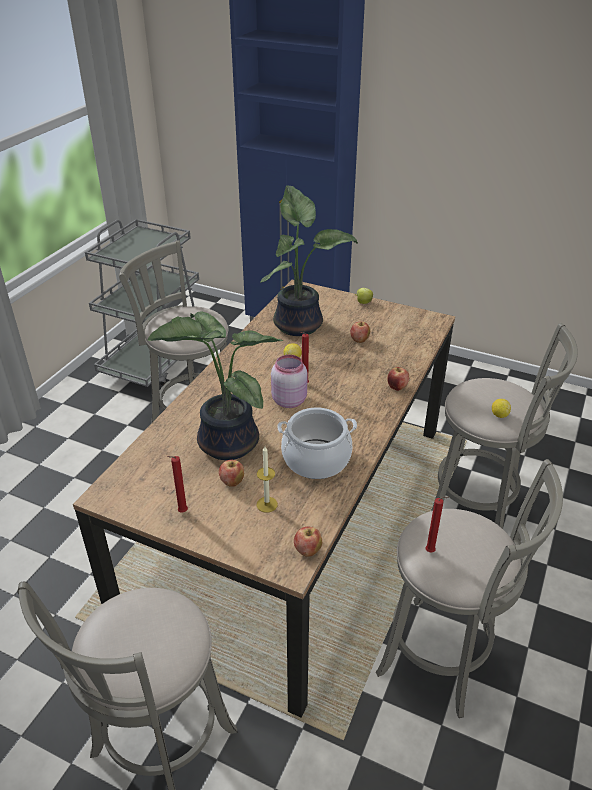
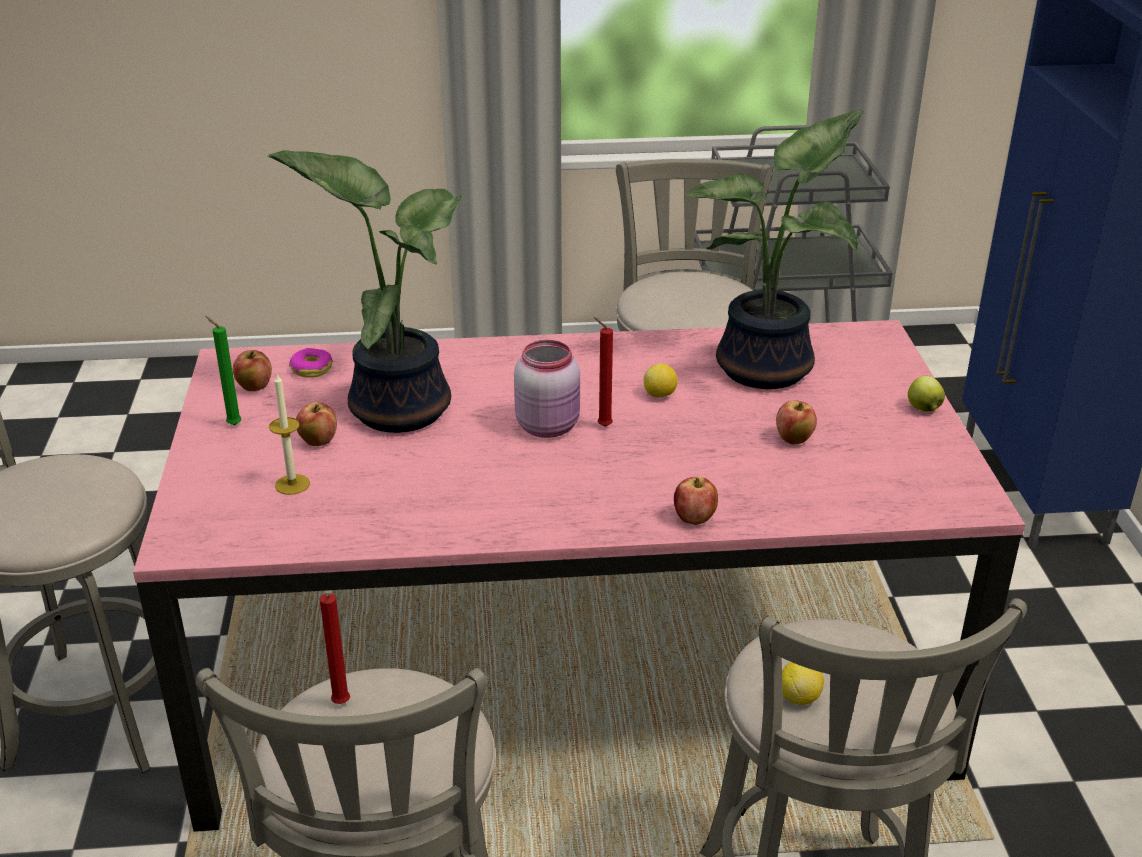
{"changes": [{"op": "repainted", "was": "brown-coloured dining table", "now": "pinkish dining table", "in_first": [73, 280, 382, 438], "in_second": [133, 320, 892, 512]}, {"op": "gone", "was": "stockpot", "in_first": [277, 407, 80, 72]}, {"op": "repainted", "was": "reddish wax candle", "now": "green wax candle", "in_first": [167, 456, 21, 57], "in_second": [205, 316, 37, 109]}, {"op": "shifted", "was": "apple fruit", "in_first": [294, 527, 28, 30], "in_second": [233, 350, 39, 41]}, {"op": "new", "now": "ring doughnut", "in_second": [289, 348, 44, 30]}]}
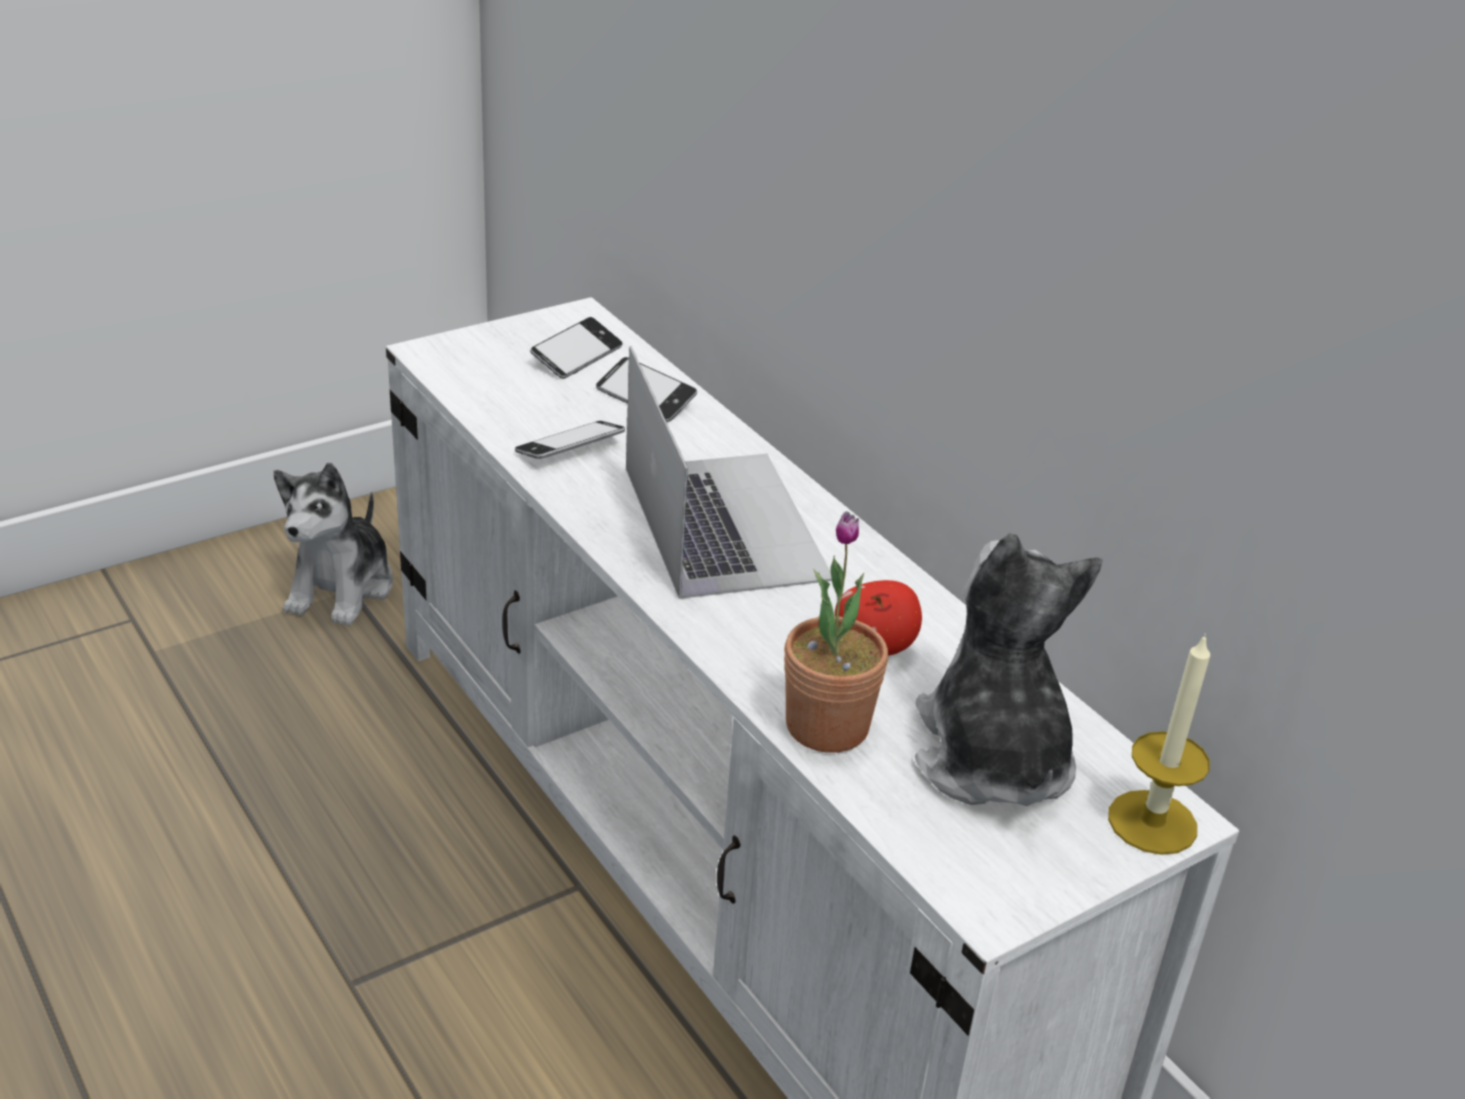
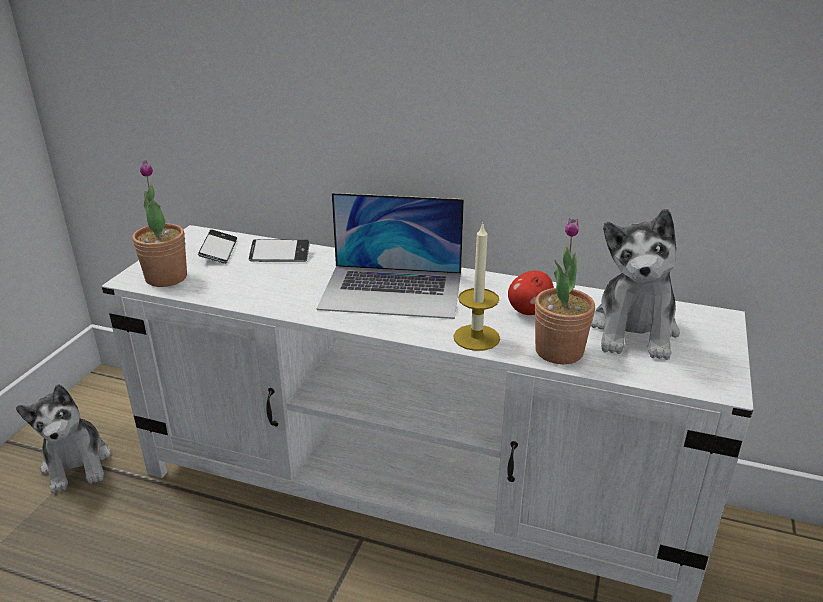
{"changes": [{"op": "rotated", "was": "portable computer", "in_first": [626, 346, 206, 253], "in_second": [317, 193, 147, 126], "clockwise": 150}, {"op": "gone", "was": "phone", "in_first": [515, 421, 110, 38]}, {"op": "rotated", "was": "plush toy", "in_first": [915, 533, 188, 273], "in_second": [591, 209, 89, 151], "clockwise": -120}, {"op": "shifted", "was": "wax candle", "in_first": [1108, 633, 102, 222], "in_second": [453, 222, 47, 129]}, {"op": "new", "now": "houseplant", "in_second": [132, 160, 55, 127]}]}
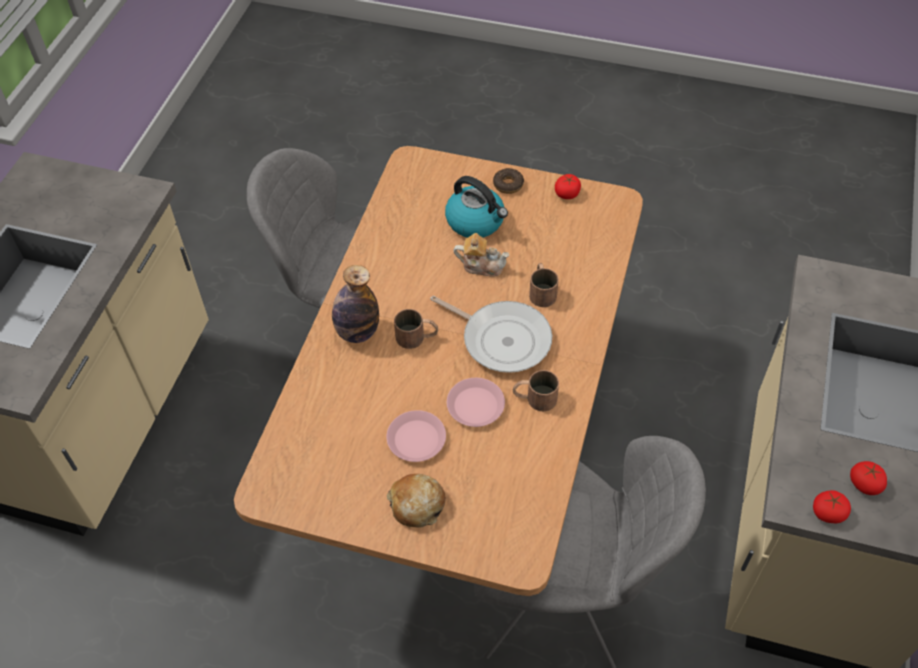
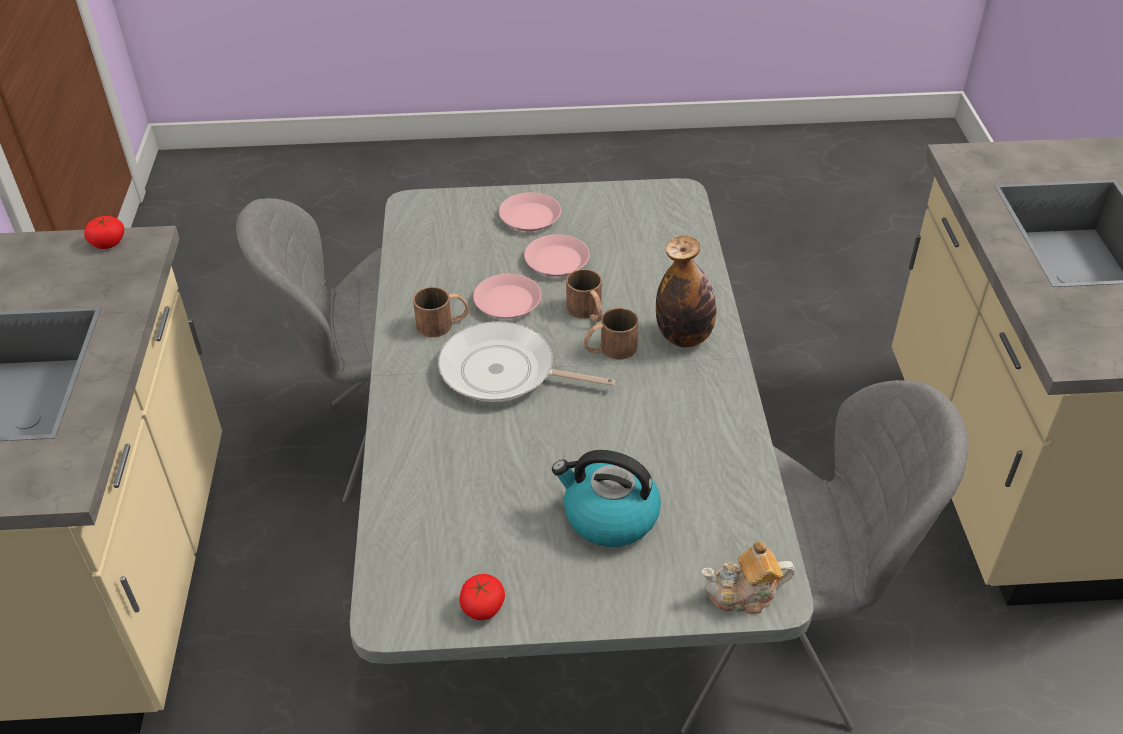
{"changes": [{"op": "repainted", "was": "brown-coloured dining table", "now": "greyish dining table", "in_first": [234, 146, 409, 450], "in_second": [350, 178, 463, 486]}, {"op": "gone", "was": "ring doughnut", "in_first": [493, 168, 31, 26]}, {"op": "shifted", "was": "teapot", "in_first": [454, 233, 55, 44], "in_second": [701, 541, 93, 73]}, {"op": "shifted", "was": "brown-coloured tea mug", "in_first": [529, 263, 30, 44], "in_second": [566, 269, 37, 53]}, {"op": "gone", "was": "fresh tomato", "in_first": [850, 461, 37, 34]}, {"op": "swapped", "was": "baked bread", "now": "pinkish dinner plate", "in_first": [387, 474, 59, 54], "in_second": [499, 192, 62, 39]}]}
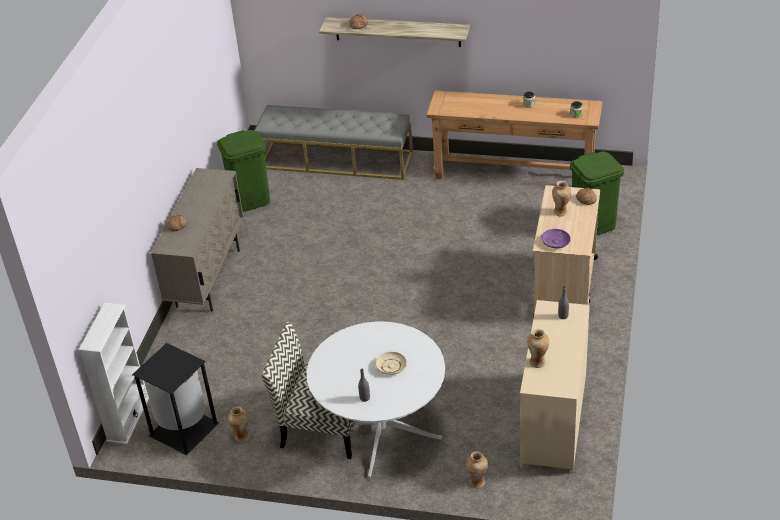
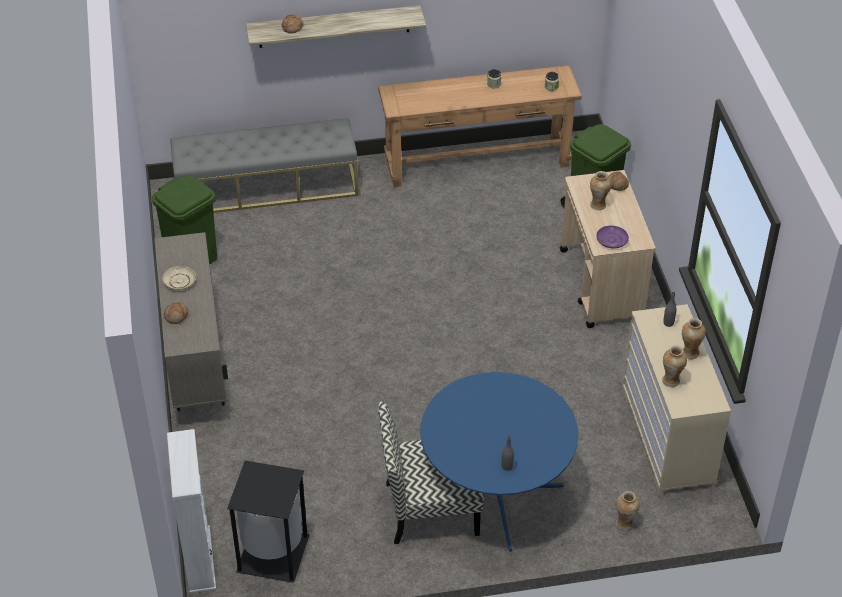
{"changes": [{"op": "repainted", "was": "white dining table", "now": "blue-coloured dining table", "in_first": [306, 321, 139, 158], "in_second": [420, 372, 158, 180]}, {"op": "shifted", "was": "beige dinner plate", "in_first": [375, 352, 32, 23], "in_second": [163, 266, 33, 24]}, {"op": "shifted", "was": "vase", "in_first": [228, 406, 22, 36], "in_second": [682, 318, 24, 41]}]}
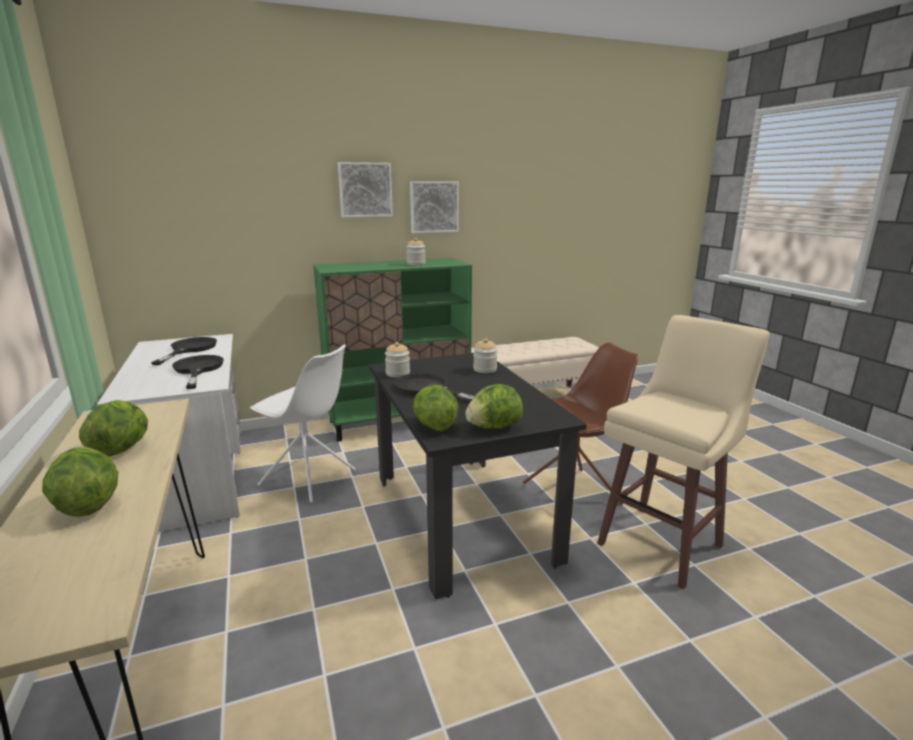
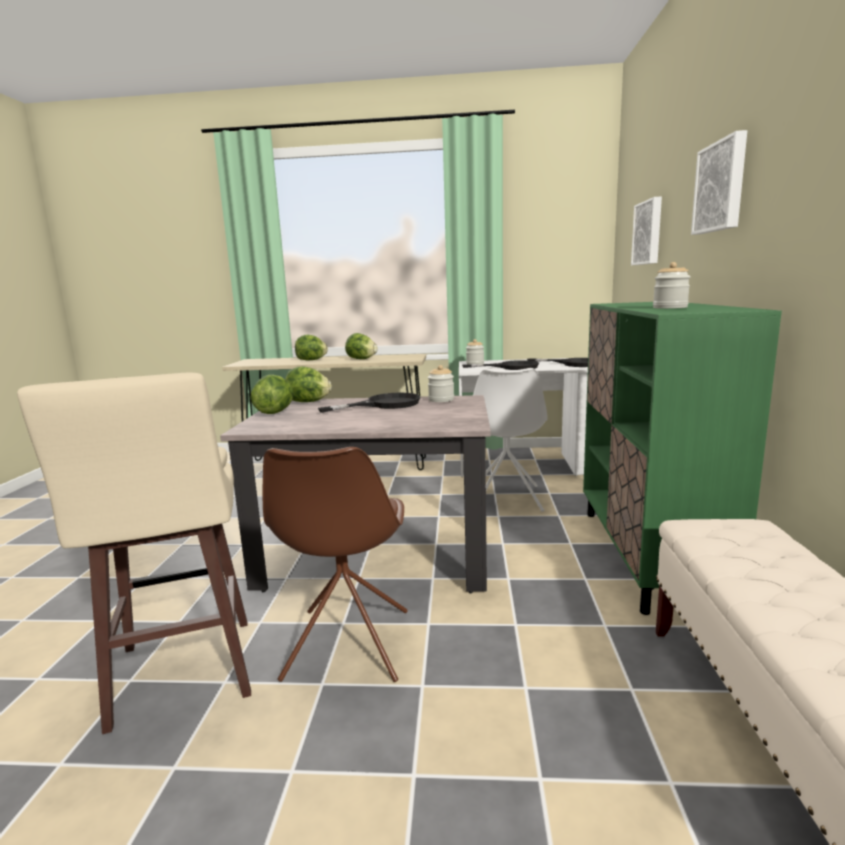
{"changes": [{"op": "shifted", "was": "picture", "in_first": [410, 182, 49, 51], "in_second": [631, 197, 31, 68]}, {"op": "shifted", "was": "storage jar", "in_first": [473, 338, 25, 35], "in_second": [466, 339, 18, 25]}, {"op": "rotated", "was": "white chair", "in_first": [250, 344, 106, 159], "in_second": [473, 368, 74, 144], "clockwise": -45}, {"op": "repainted", "was": "black-coloured dining table", "now": "beige dining table", "in_first": [369, 353, 218, 246], "in_second": [220, 395, 271, 198]}]}
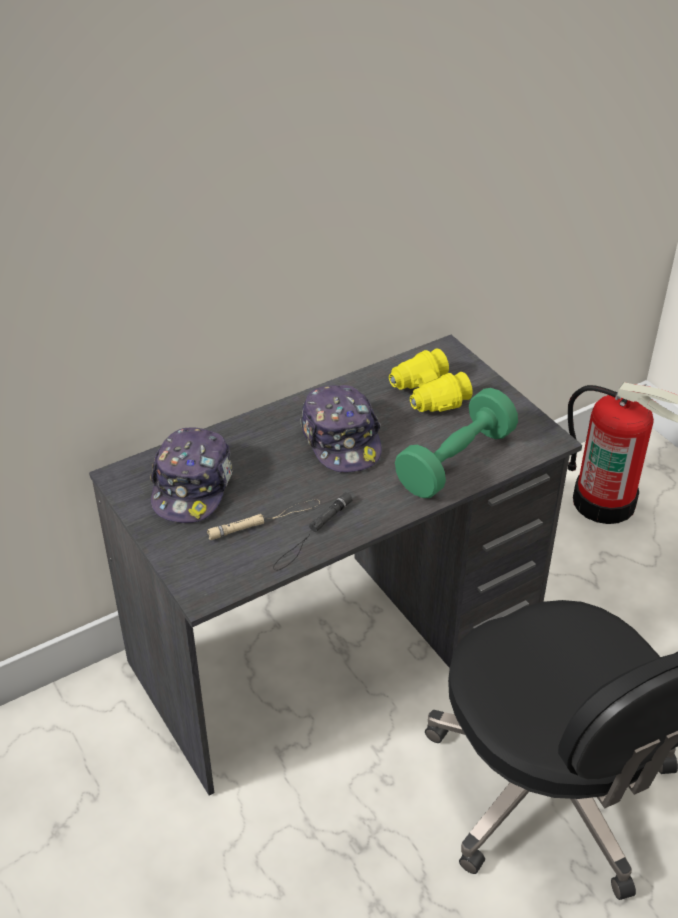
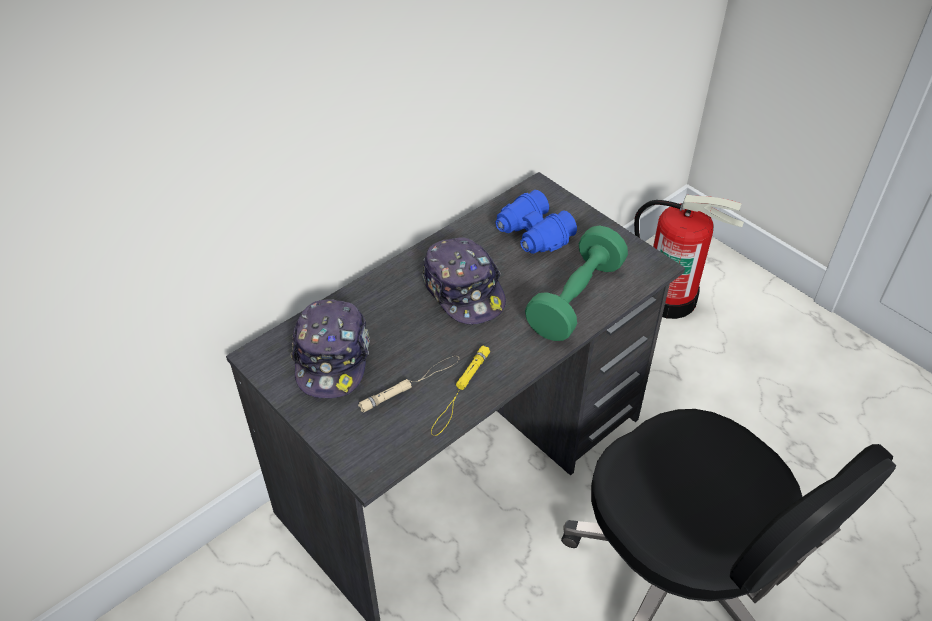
{"changes": [{"op": "repainted", "was": "yellow-coloured pair of binoculars", "now": "blue-coloured pair of binoculars", "in_first": [389, 348, 84, 64], "in_second": [495, 190, 82, 64]}, {"op": "repainted", "was": "black-coloured torch", "now": "yellow-coloured torch", "in_first": [273, 492, 79, 79], "in_second": [431, 345, 59, 91]}]}
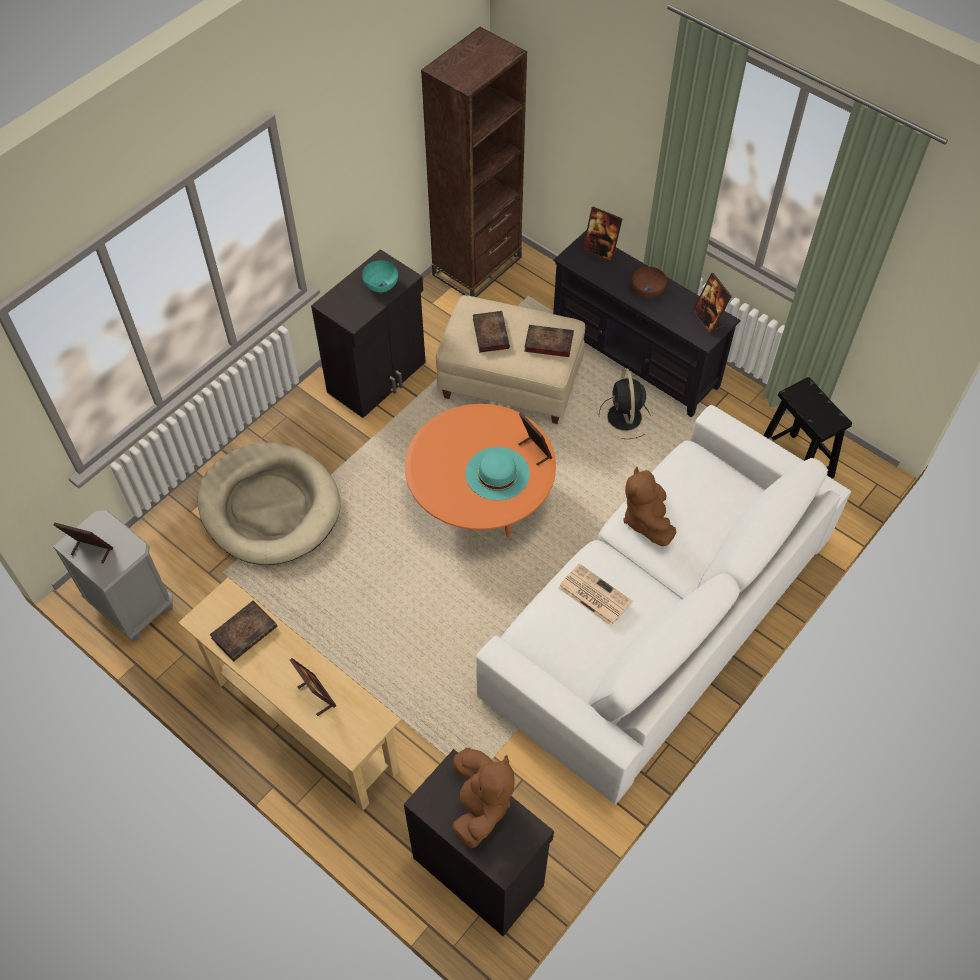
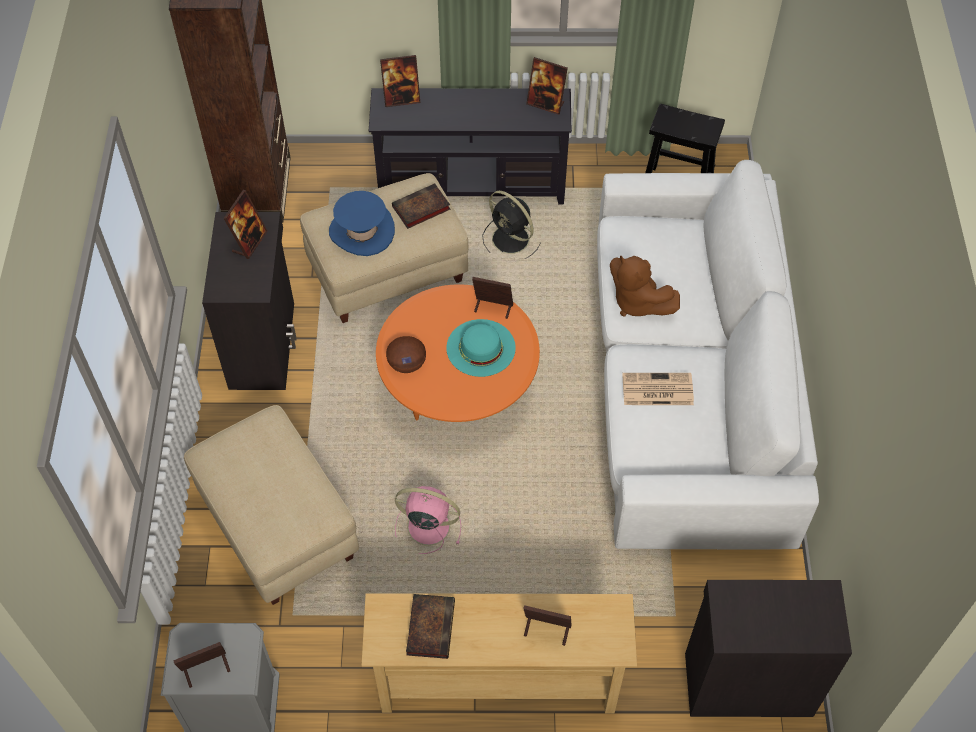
{"changes": [{"op": "swapped", "was": "turquoise-coloured deep dish", "now": "picture frame", "in_first": [362, 260, 36, 32], "in_second": [223, 190, 44, 69]}, {"op": "shifted", "was": "brown-coloured deep dish", "in_first": [632, 266, 35, 32], "in_second": [386, 336, 40, 37]}, {"op": "swapped", "was": "volume", "now": "blue-coloured clothing hat", "in_first": [473, 311, 37, 42], "in_second": [329, 191, 66, 65]}, {"op": "swapped", "was": "beige pet bed", "now": "beige ottoman", "in_first": [198, 442, 142, 123], "in_second": [184, 405, 175, 200]}, {"op": "gone", "was": "brown-coloured plush toy", "in_first": [452, 748, 63, 101]}, {"op": "new", "now": "pinkish cooling fan", "in_second": [395, 486, 66, 68]}]}
